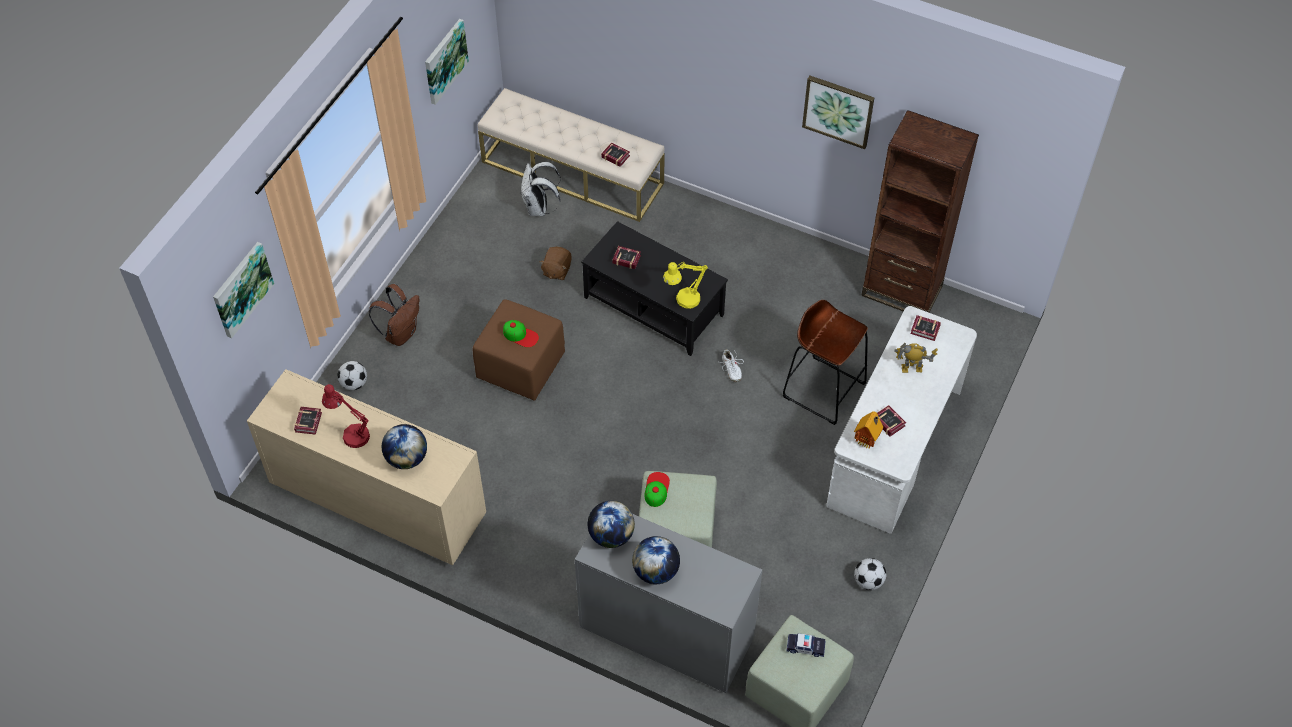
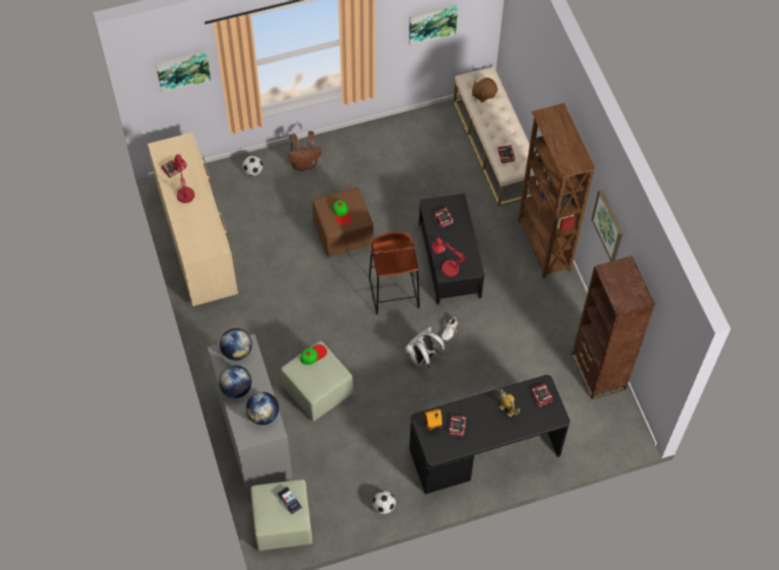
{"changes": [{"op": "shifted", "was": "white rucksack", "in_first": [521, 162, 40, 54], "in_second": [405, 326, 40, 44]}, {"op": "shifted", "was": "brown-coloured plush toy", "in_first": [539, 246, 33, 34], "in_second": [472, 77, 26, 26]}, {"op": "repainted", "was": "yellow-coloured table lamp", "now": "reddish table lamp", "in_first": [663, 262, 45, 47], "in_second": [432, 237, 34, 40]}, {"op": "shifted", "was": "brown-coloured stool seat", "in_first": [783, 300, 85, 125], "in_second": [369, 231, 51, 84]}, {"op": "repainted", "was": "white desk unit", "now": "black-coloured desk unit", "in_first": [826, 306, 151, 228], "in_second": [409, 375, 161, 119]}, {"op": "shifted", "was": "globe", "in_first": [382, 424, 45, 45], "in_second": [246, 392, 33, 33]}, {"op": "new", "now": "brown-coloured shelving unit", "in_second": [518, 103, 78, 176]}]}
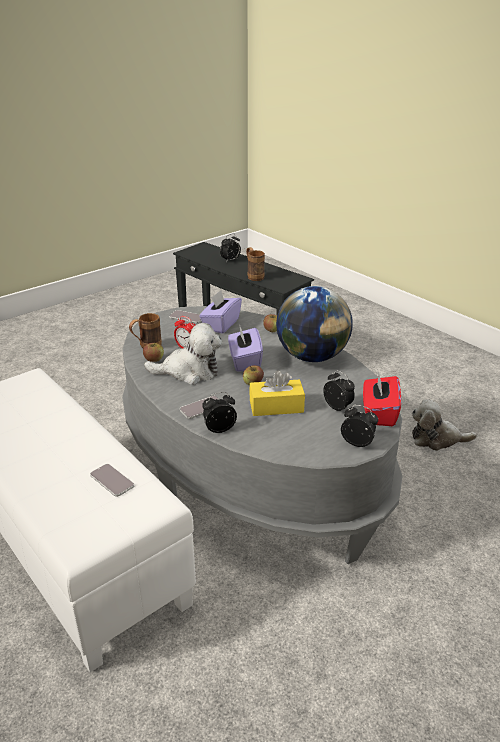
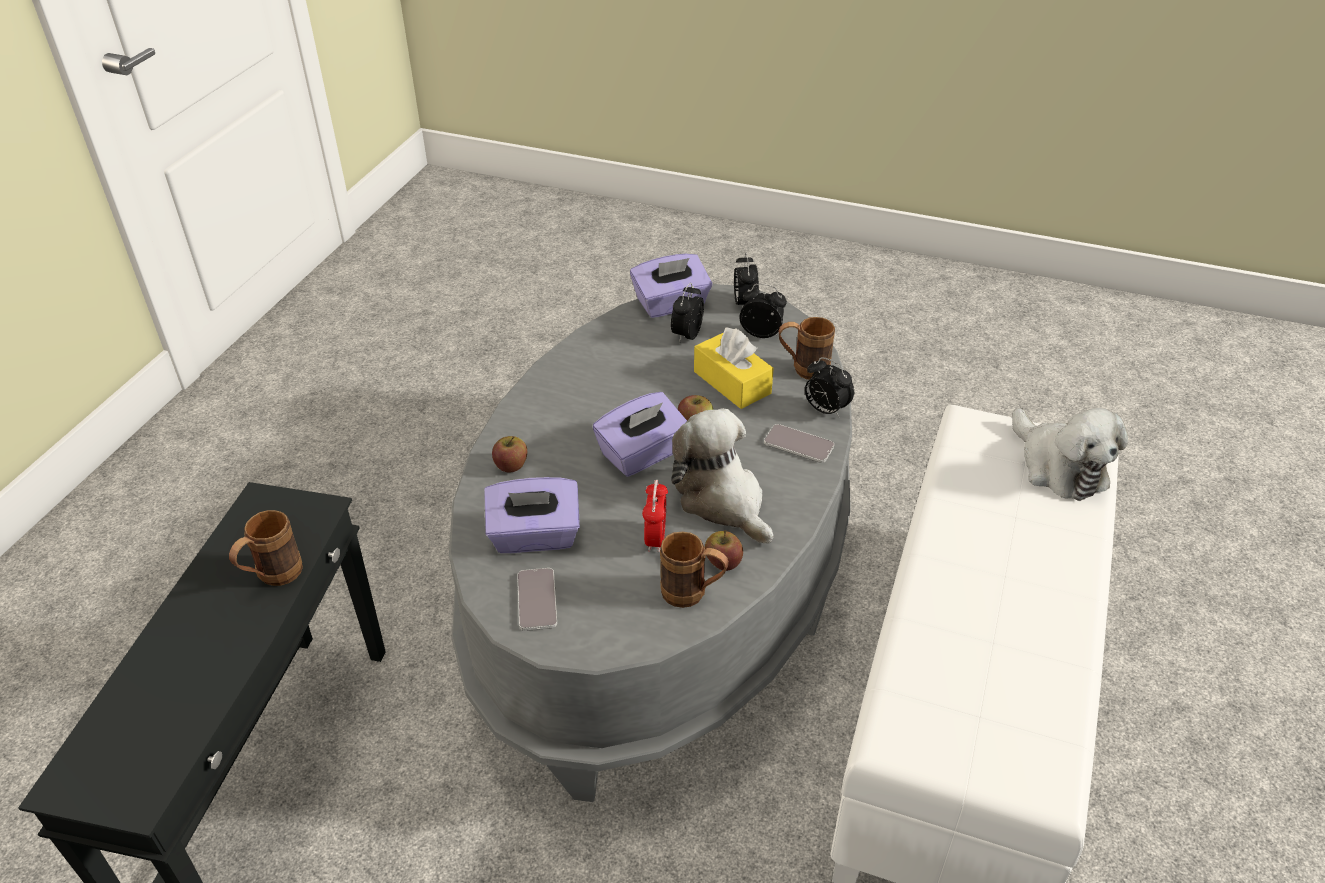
{"changes": [{"op": "shifted", "was": "bedside clock", "in_first": [220, 234, 21, 28], "in_second": [740, 284, 47, 54]}, {"op": "gone", "was": "globe", "in_first": [276, 286, 76, 76]}, {"op": "repainted", "was": "reddish tissue box", "now": "purple tissue box", "in_first": [363, 371, 38, 55], "in_second": [630, 254, 82, 64]}, {"op": "shifted", "was": "plush toy", "in_first": [412, 399, 65, 52], "in_second": [1012, 408, 116, 93]}, {"op": "gone", "was": "phone", "in_first": [90, 464, 44, 33]}, {"op": "new", "now": "brown-coloured tea mug", "in_second": [779, 317, 56, 63]}]}
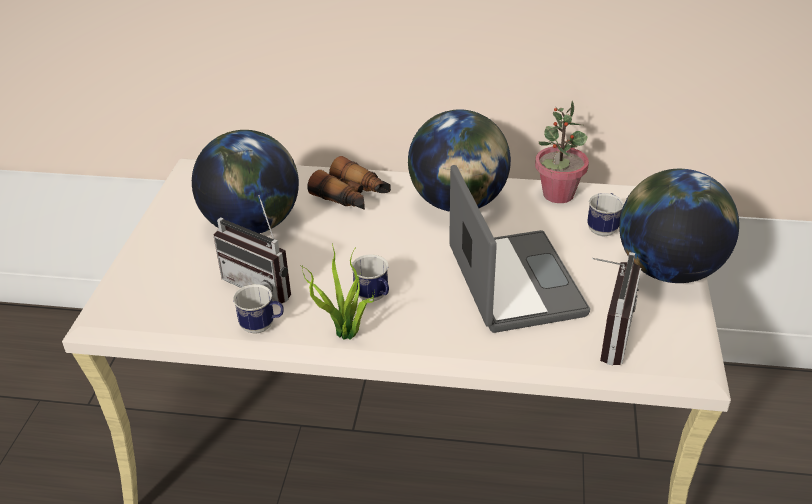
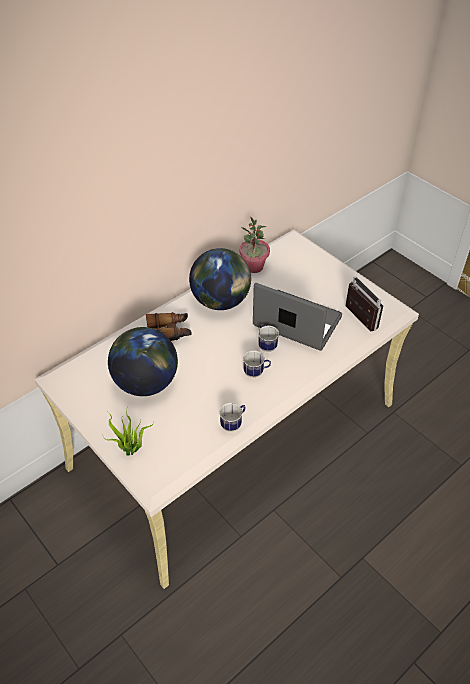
{"changes": [{"op": "gone", "was": "globe", "in_first": [619, 169, 120, 114]}, {"op": "shifted", "was": "tea mug", "in_first": [587, 193, 37, 44], "in_second": [258, 325, 21, 27]}, {"op": "gone", "was": "radio set", "in_first": [214, 195, 77, 109]}, {"op": "shifted", "was": "houseplant", "in_first": [301, 244, 74, 96], "in_second": [104, 405, 49, 51]}]}
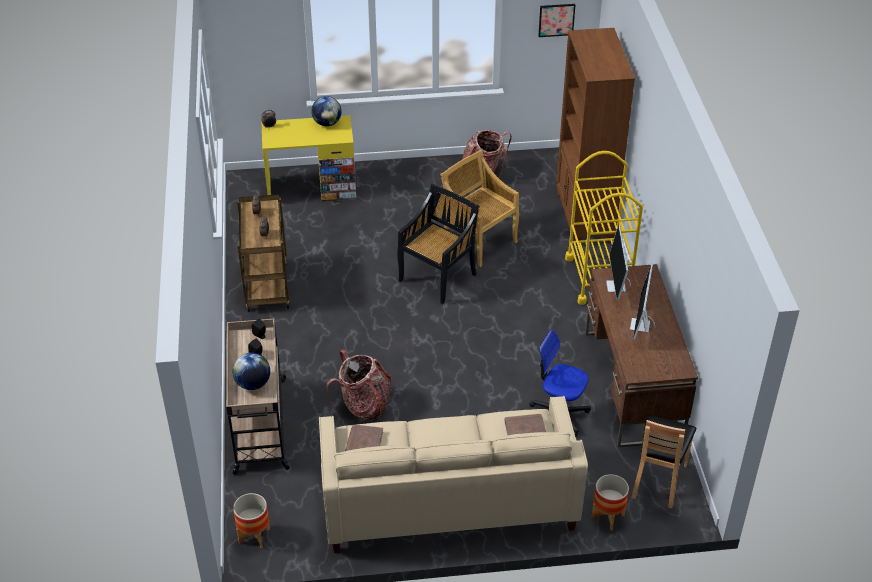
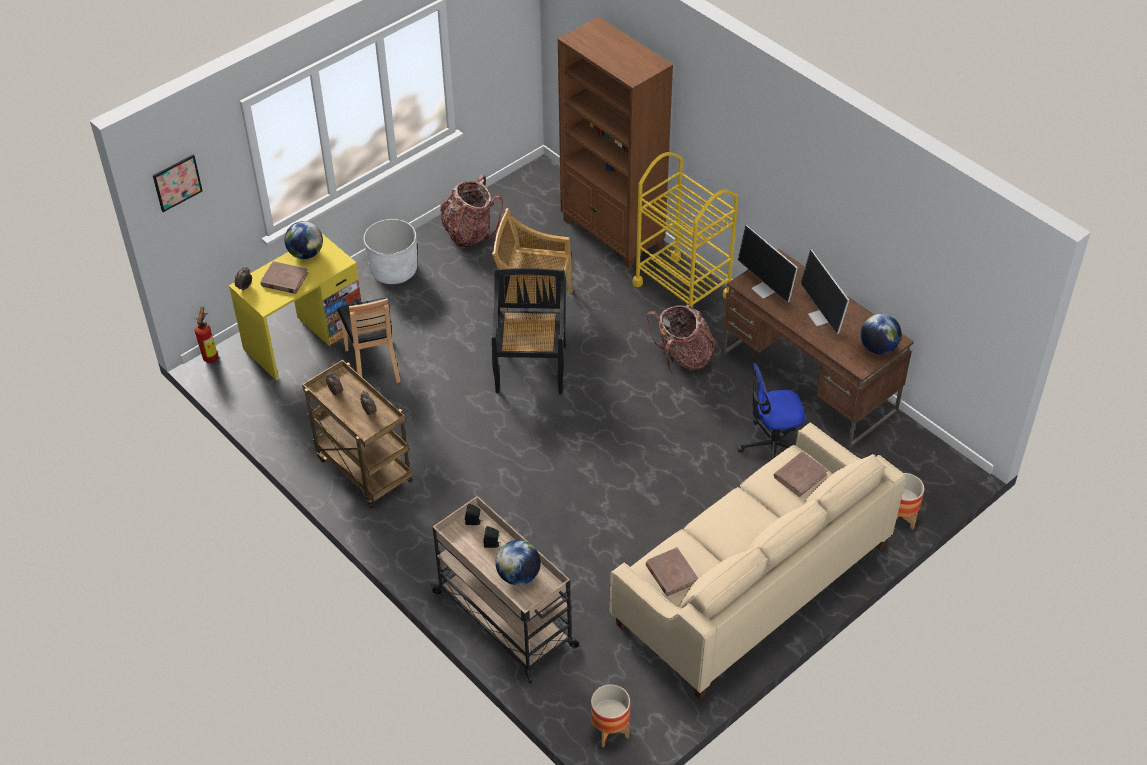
{"changes": [{"op": "shifted", "was": "picture", "in_first": [538, 4, 38, 33], "in_second": [153, 155, 49, 57]}, {"op": "shifted", "was": "rucksack", "in_first": [326, 349, 66, 71], "in_second": [647, 304, 68, 70]}, {"op": "shifted", "was": "brown-coloured chair", "in_first": [632, 415, 64, 93], "in_second": [337, 298, 64, 85]}, {"op": "new", "now": "white planter", "in_second": [364, 219, 53, 65]}, {"op": "new", "now": "brown-coloured volume", "in_second": [261, 261, 47, 33]}, {"op": "new", "now": "fire extinguisher", "in_second": [194, 307, 24, 56]}, {"op": "new", "now": "globe", "in_second": [860, 314, 42, 40]}]}
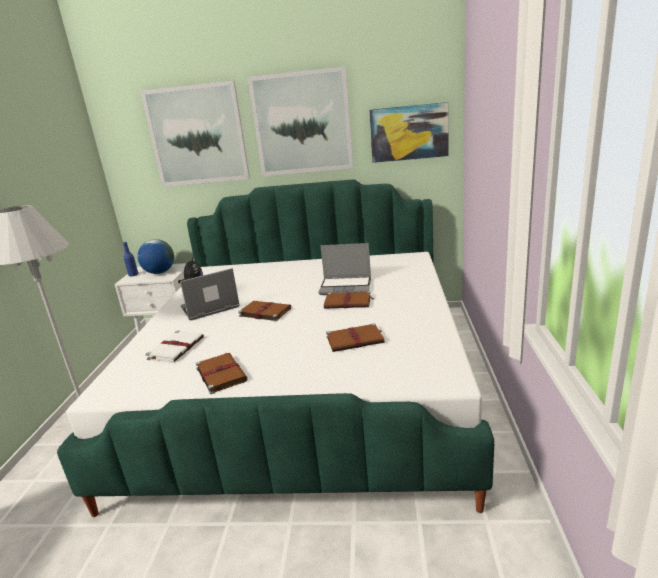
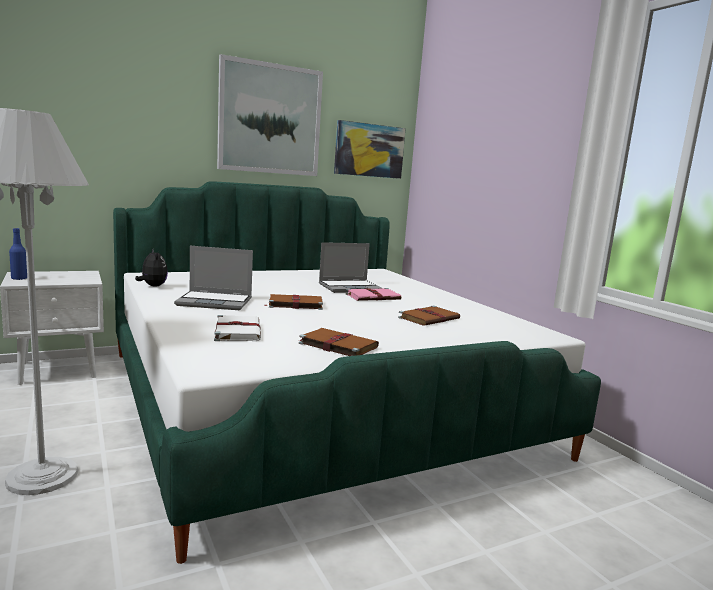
{"changes": [{"op": "gone", "was": "picture", "in_first": [141, 81, 109, 106]}, {"op": "gone", "was": "globe", "in_first": [137, 239, 37, 35]}, {"op": "rotated", "was": "portable computer", "in_first": [180, 268, 60, 52], "in_second": [174, 246, 79, 64], "clockwise": -120}, {"op": "repainted", "was": "brown-coloured volume", "now": "pinkish volume", "in_first": [324, 291, 50, 18], "in_second": [346, 288, 55, 13]}]}
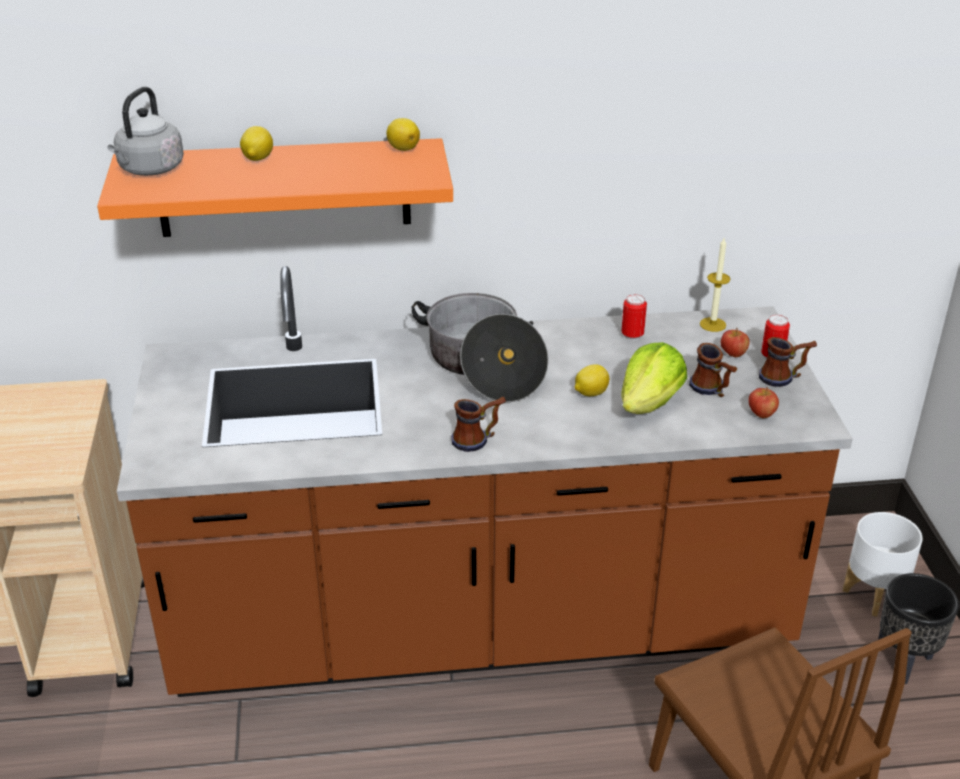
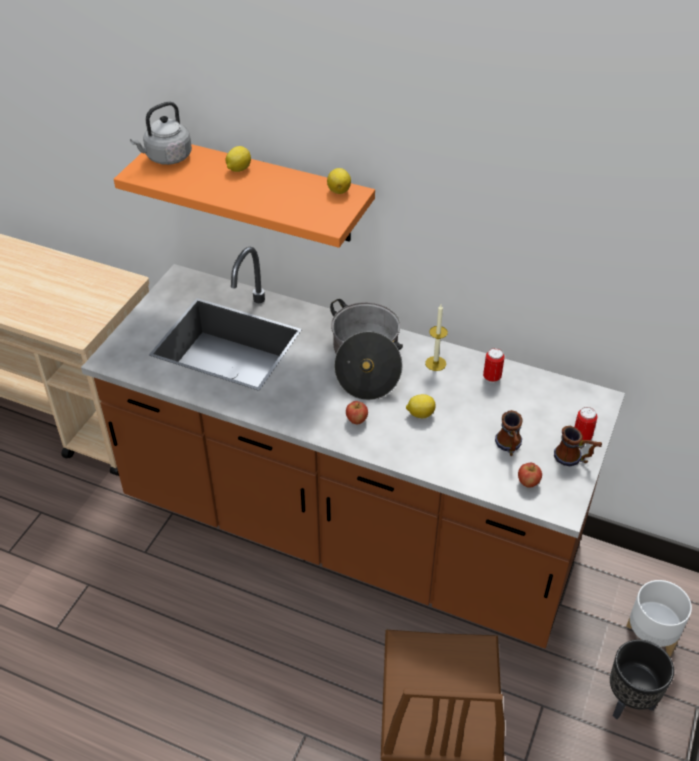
{"changes": [{"op": "shifted", "was": "wax candle", "in_first": [700, 238, 31, 94], "in_second": [425, 304, 23, 67]}, {"op": "shifted", "was": "apple fruit", "in_first": [721, 328, 29, 29], "in_second": [346, 401, 22, 23]}, {"op": "gone", "was": "head of lettuce", "in_first": [621, 342, 66, 72]}, {"op": "gone", "was": "tea mug", "in_first": [451, 397, 55, 55]}]}
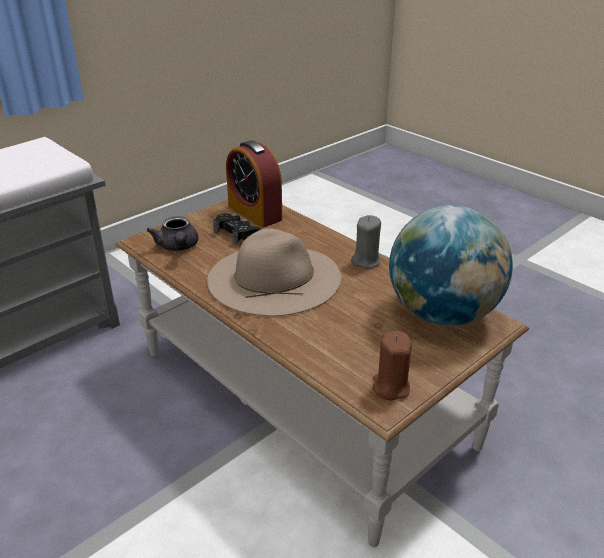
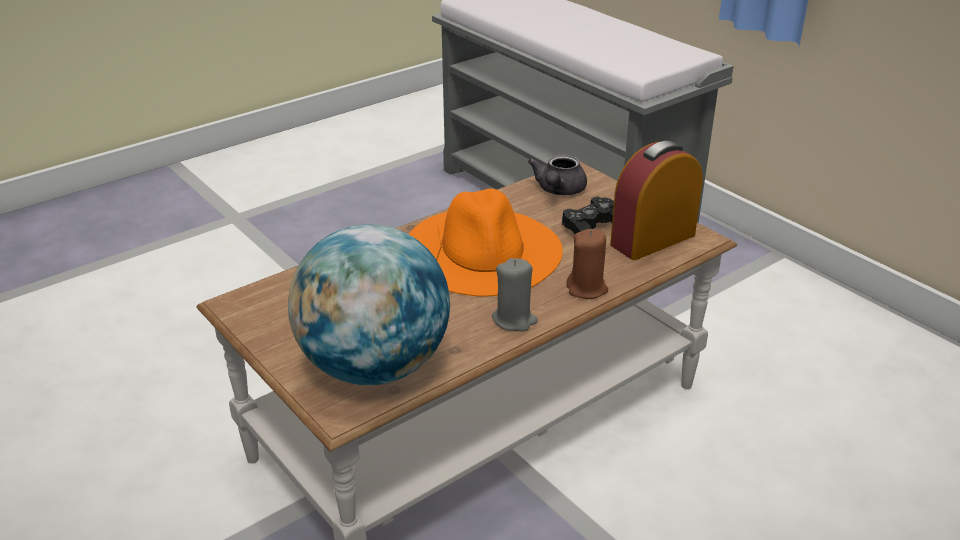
{"changes": [{"op": "rotated", "was": "greyish teapot", "in_first": [147, 216, 51, 35], "in_second": [528, 154, 59, 41], "clockwise": -60}, {"op": "repainted", "was": "beige clothing hat", "now": "orangey clothing hat", "in_first": [207, 228, 134, 88], "in_second": [409, 188, 154, 109]}, {"op": "shifted", "was": "brown-coloured wax candle", "in_first": [373, 331, 39, 70], "in_second": [566, 229, 42, 70]}]}
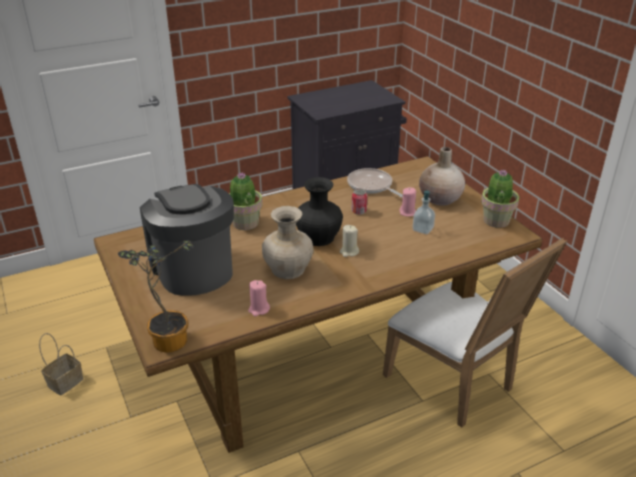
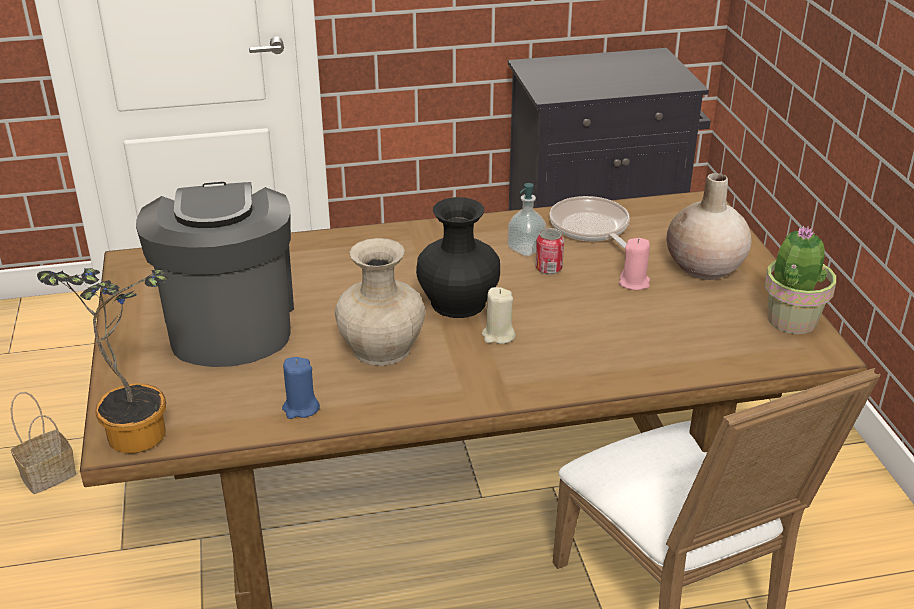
{"changes": [{"op": "gone", "was": "houseplant", "in_first": [229, 172, 34, 58]}, {"op": "shifted", "was": "soap dispenser", "in_first": [413, 190, 22, 44], "in_second": [508, 183, 38, 74]}, {"op": "repainted", "was": "pinkish wax candle", "now": "blue-coloured wax candle", "in_first": [248, 280, 22, 37], "in_second": [282, 357, 38, 62]}]}
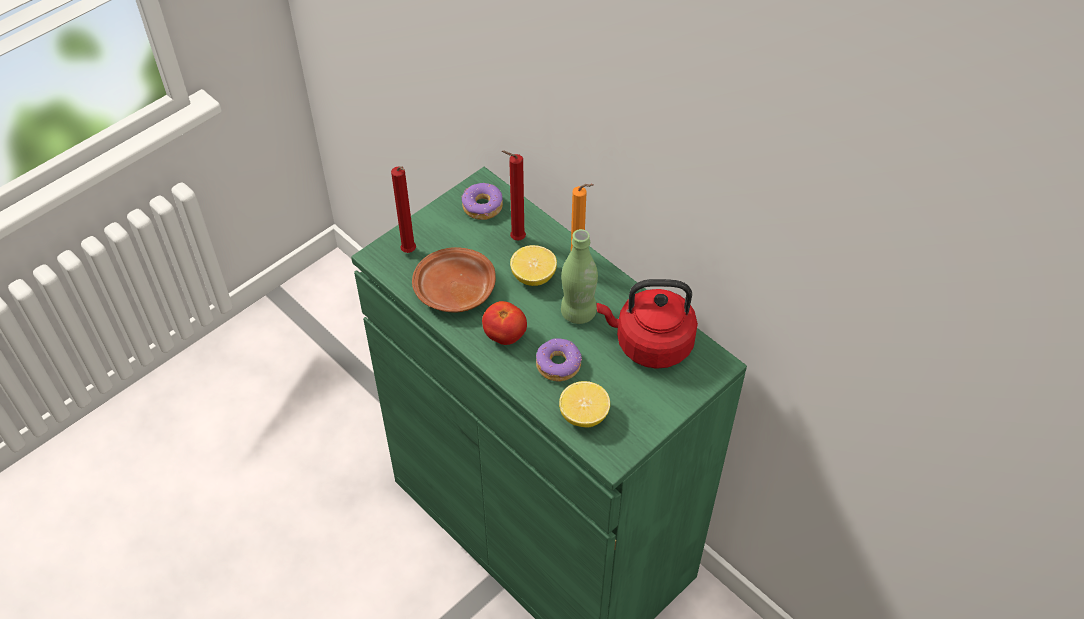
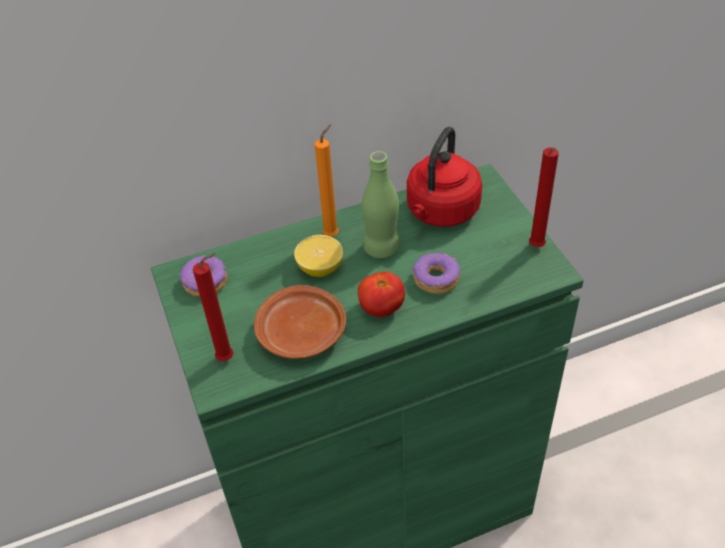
{"changes": [{"op": "shifted", "was": "reddish wax candle", "in_first": [502, 151, 24, 90], "in_second": [529, 147, 30, 100]}, {"op": "gone", "was": "lemon", "in_first": [559, 381, 51, 46]}]}
